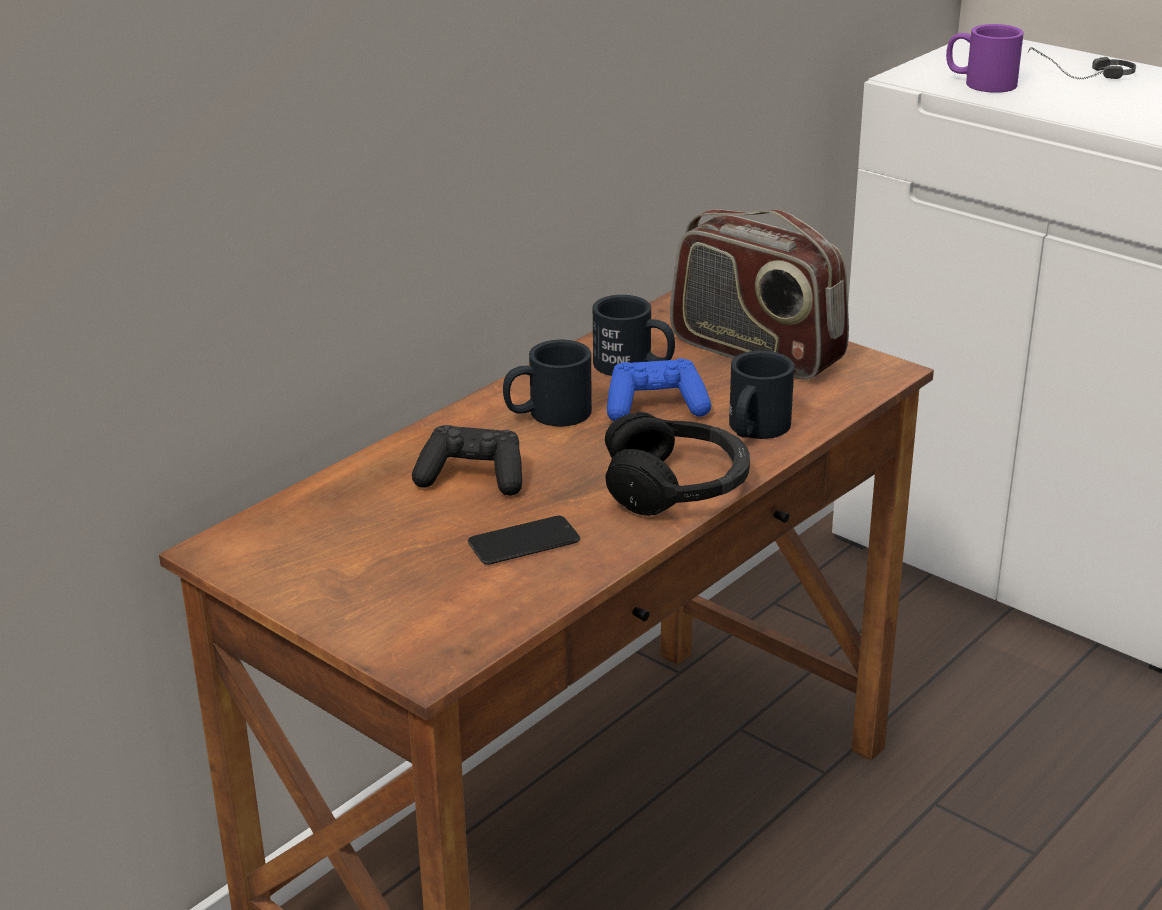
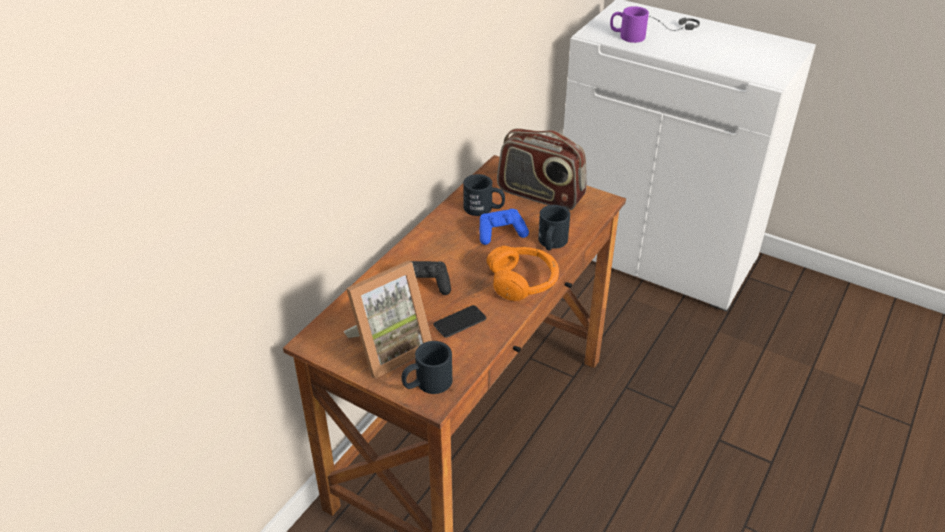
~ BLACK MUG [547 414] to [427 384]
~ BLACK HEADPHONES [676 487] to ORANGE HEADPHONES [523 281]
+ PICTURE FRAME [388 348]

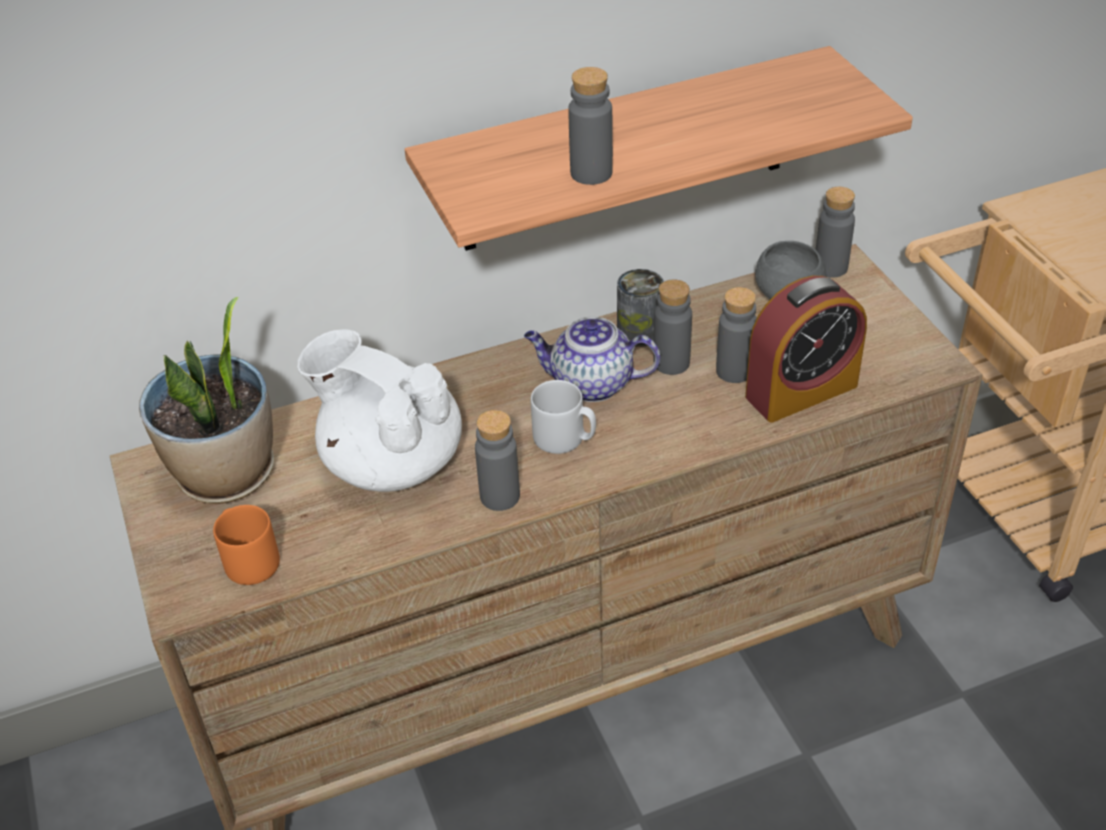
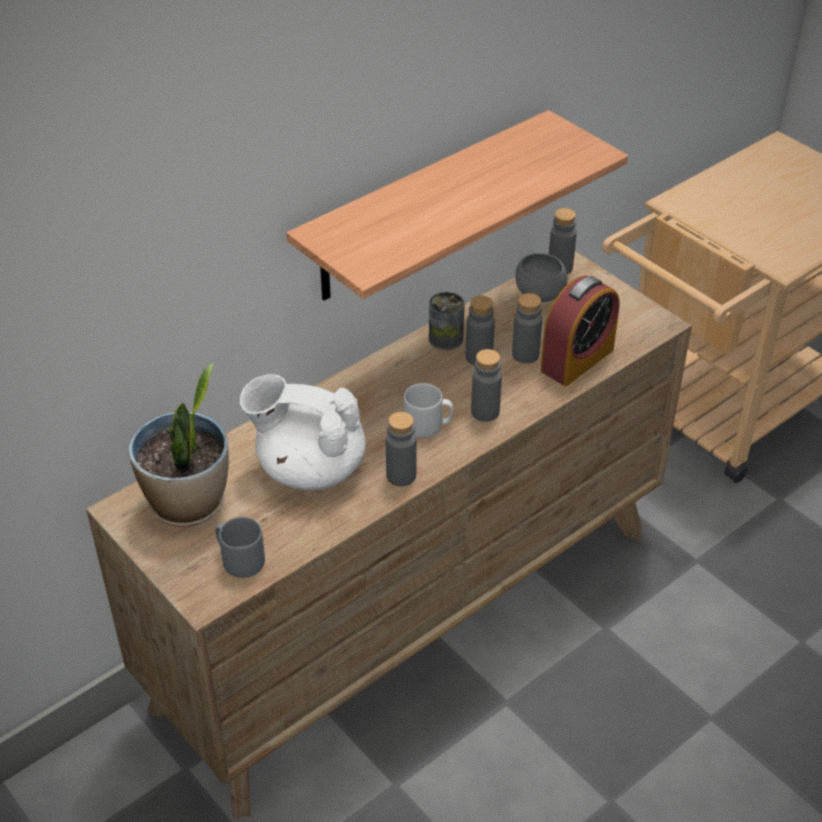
~ ORANGE MUG [249 560] to GREY MUG [239 559]
- TEAPOT [590 384]
~ GREY BOTTLE [591 173] to [485 412]

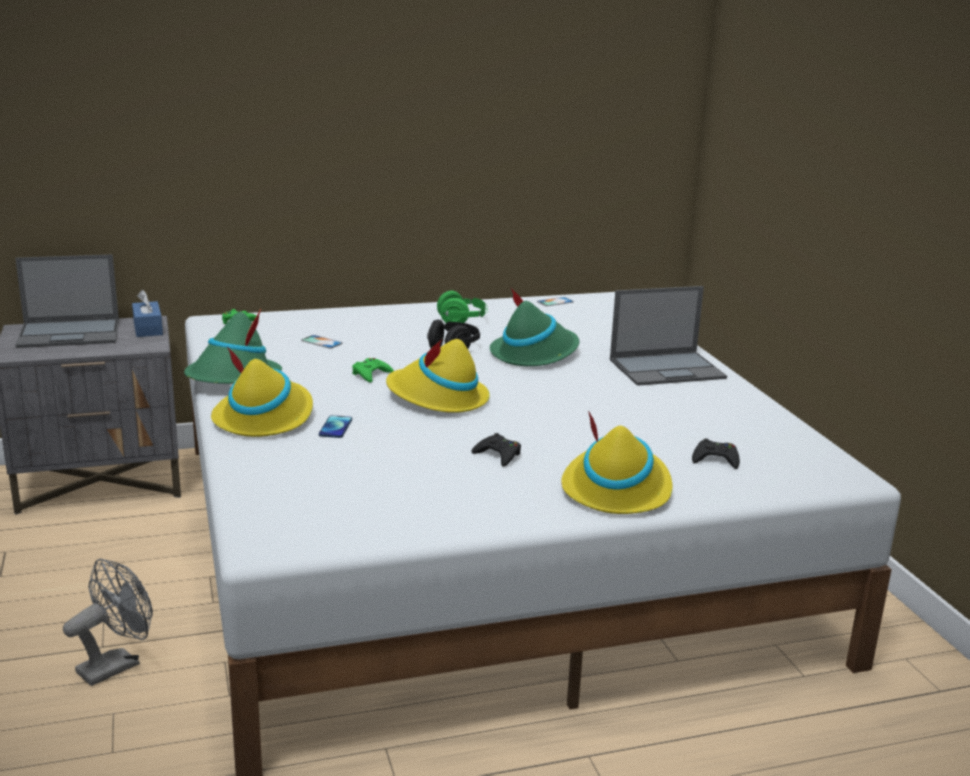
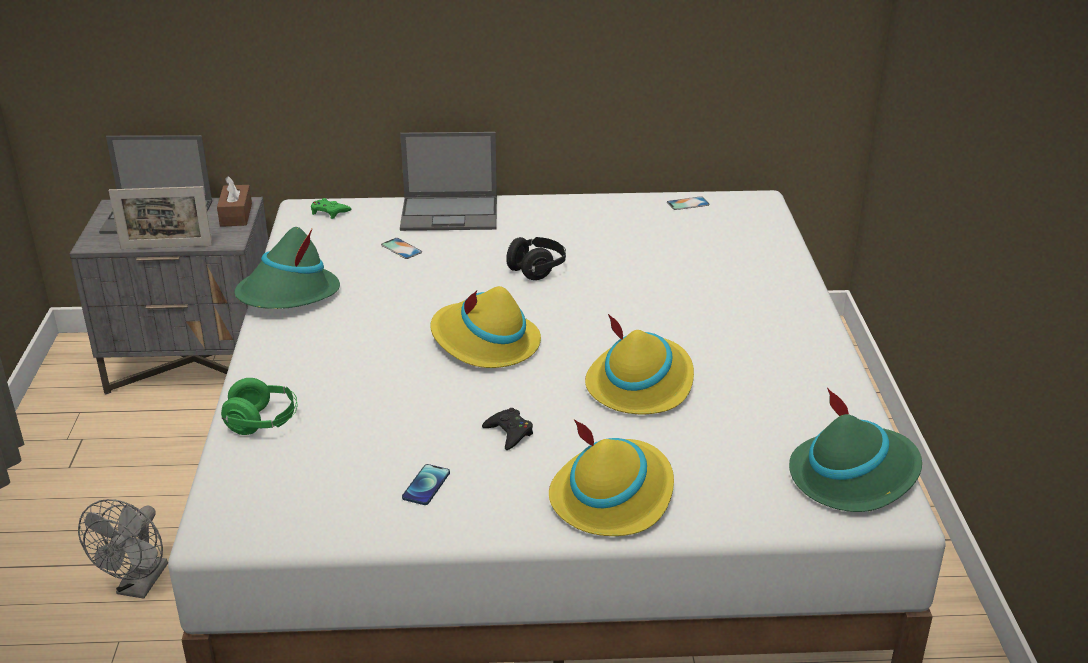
~ GREY FAN [116 664] = [139 586] 135 degrees clockwise
~ BLUE TISSUE BOX [148 328] to BROWN TISSUE BOX [236 215]
~ YELLOW HAT [264 417] to [640 384]
~ PHONE [335 427] to [426 485]
- GREEN GAME CONTROLLER [371 374]
~ GREEN HEADPHONES [462 321] to [263 423]
~ GREEN HAT [534 354] to [854 476]
~ LAPTOP [668 369] to [451 213]
- BLACK GAME CONTROLLER [715 459]
+ PICTURE FRAME [166 247]

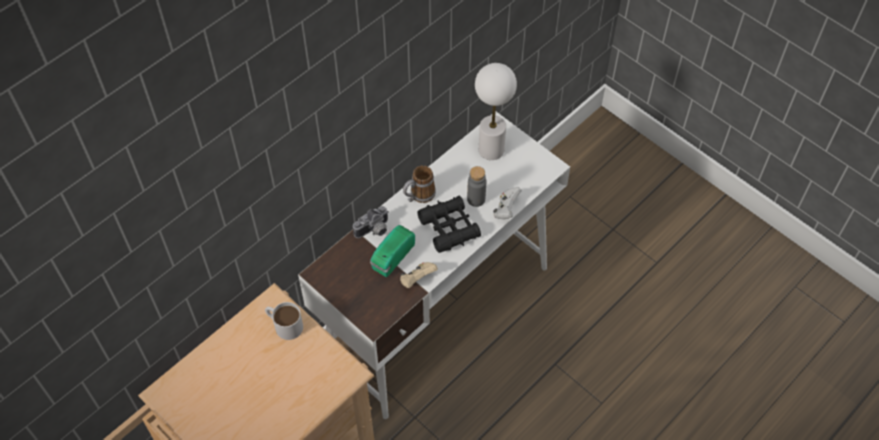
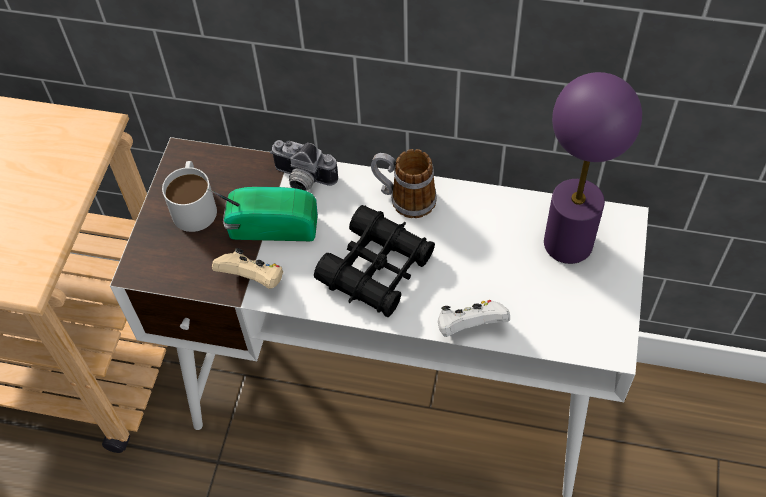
~ WHITE MUG [284 324] to [194 204]
- GREY BOTTLE [476 199]
~ WHITE TABLE LAMP [491 149] to PURPLE TABLE LAMP [569 243]

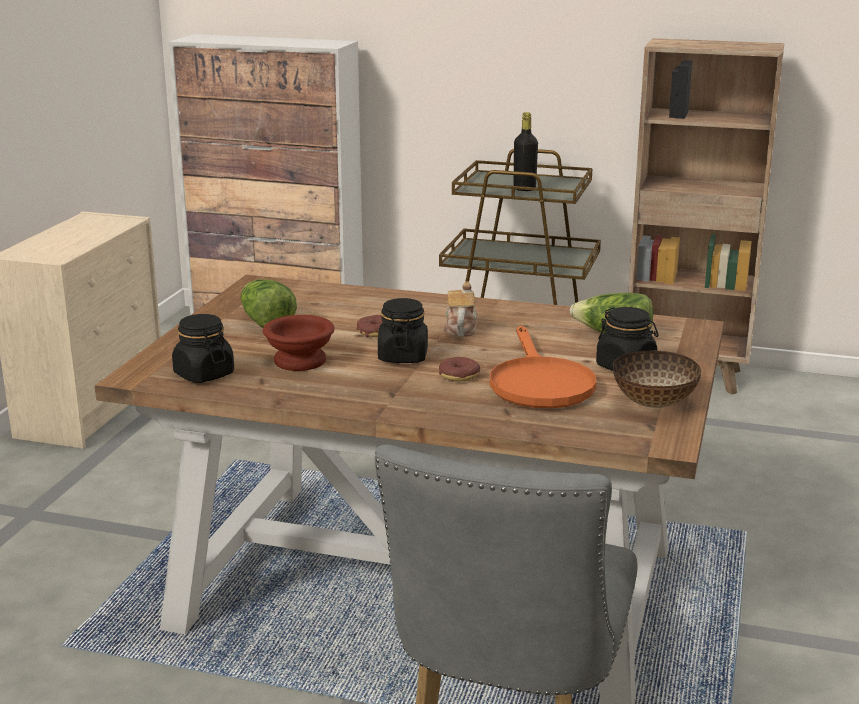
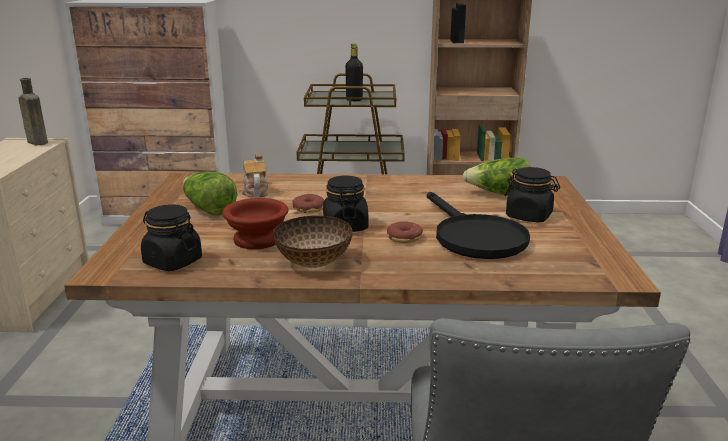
~ TEAPOT [460 329] to [255 191]
~ ORANGE FRYING PAN [538 383] to BLACK FRYING PAN [473 237]
~ BOWL [652 404] to [312 264]
+ BROWN BOTTLE [36 142]

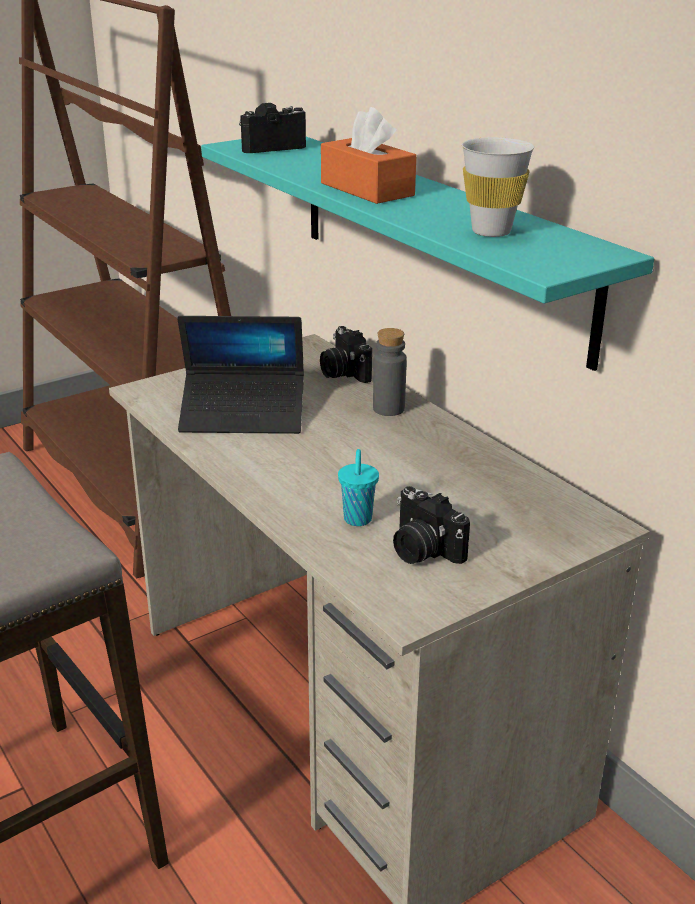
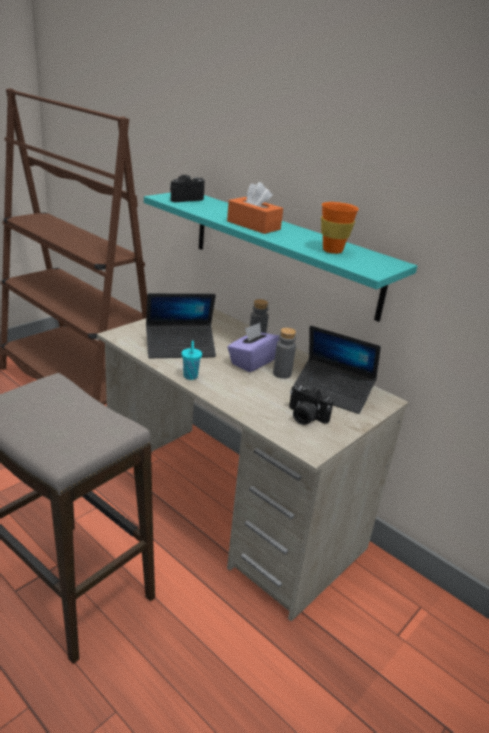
- PHOTO CAMERA [343 372]
~ TURQUOISE CUP [357 520] to [190 377]
~ WHITE CUP [491 231] to ORANGE CUP [332 250]
+ PURPLE TISSUE BOX [252 362]
+ GREY BOTTLE [282 374]
+ LAPTOP [332 392]

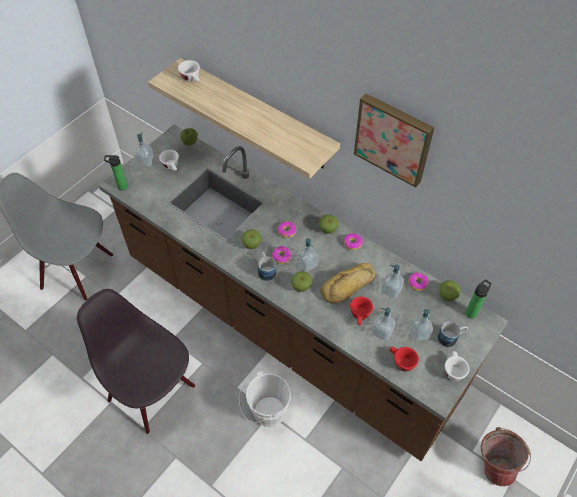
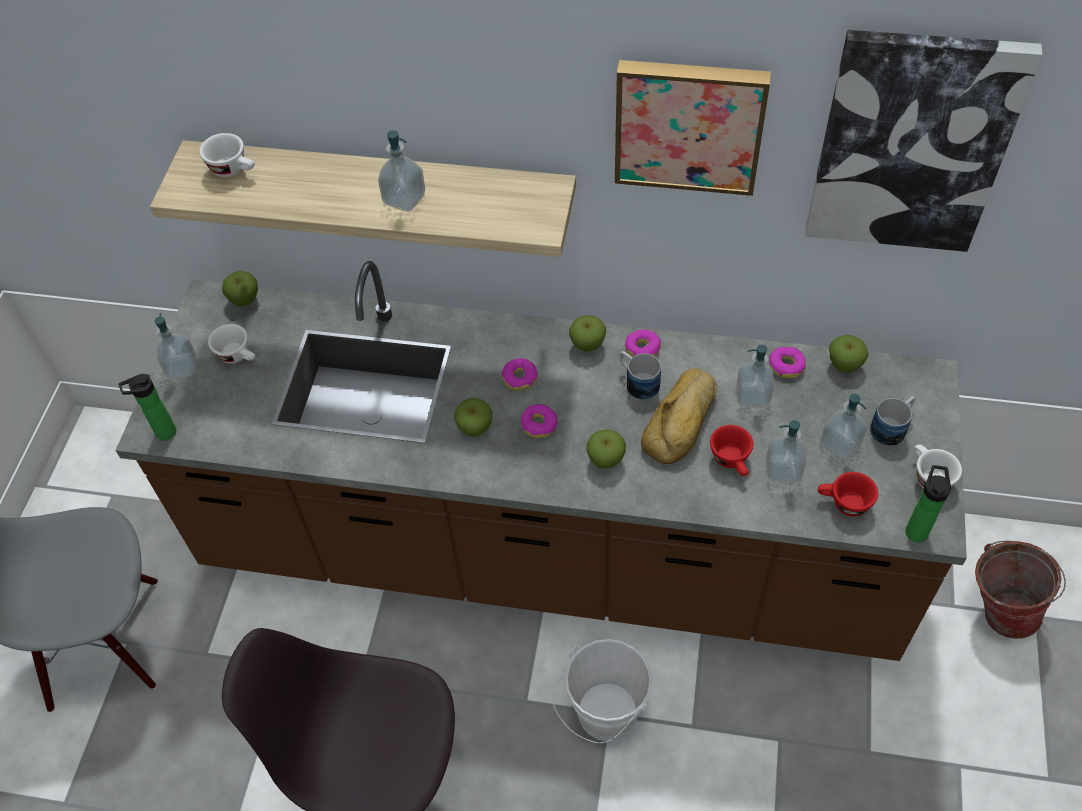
~ MUG [266 270] to [637 382]
~ SOAP DISPENSER [307 264] to [404 199]
~ BOTTLE [472 312] to [916 529]
+ PICTURE [911 143]

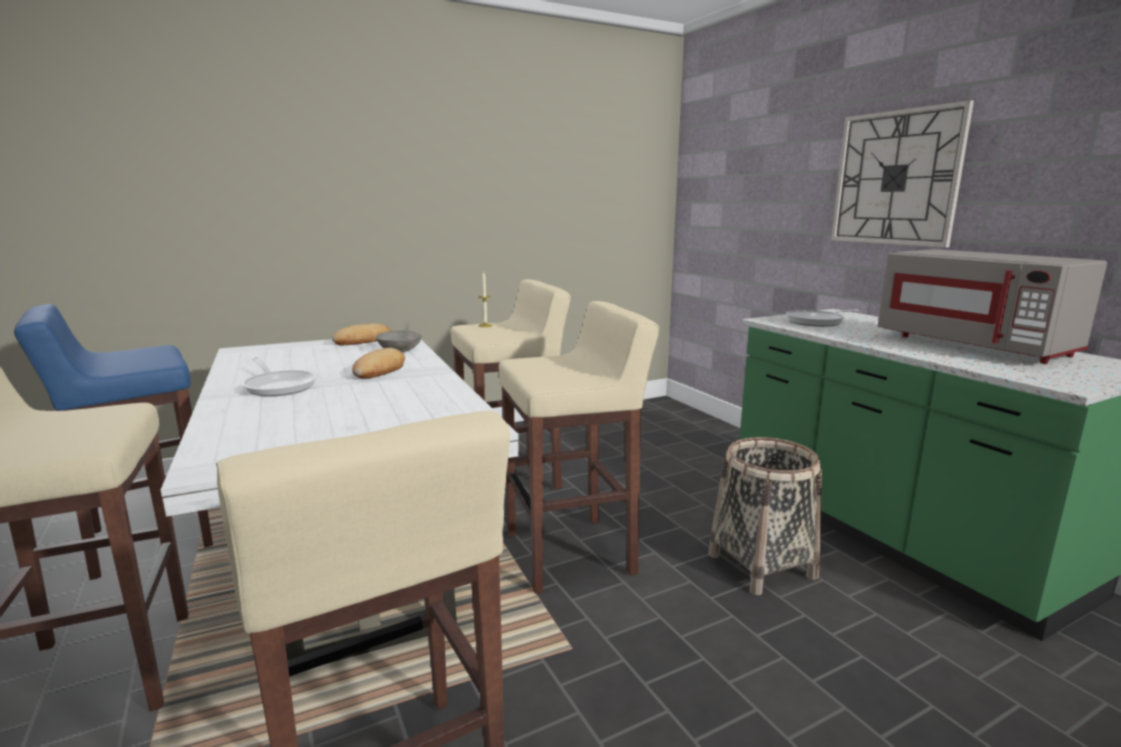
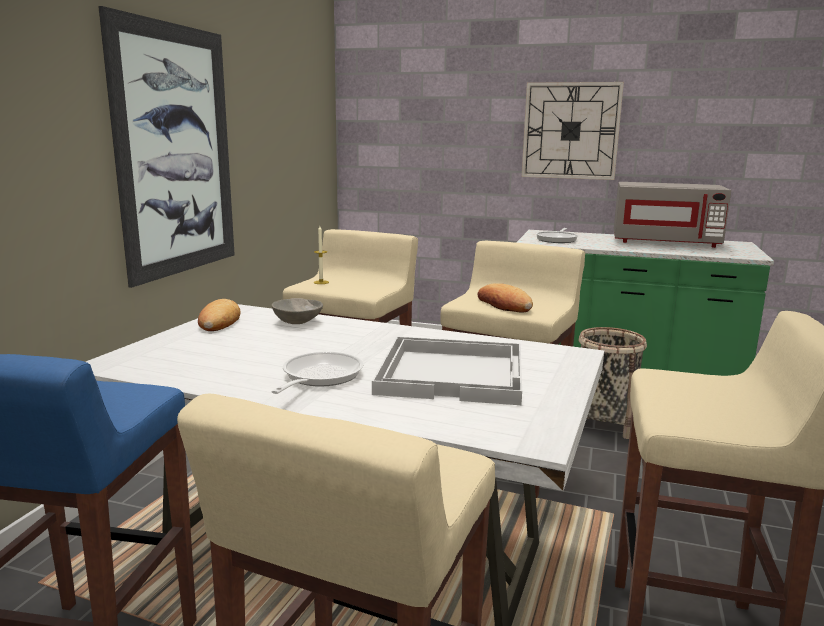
~ FRYING PAN [279 386] = [318 377] 75 degrees counterclockwise
~ BREAD [380 370] to [504 305]
+ PICTURE [176 151]
+ WHITE TRAY [453 373]

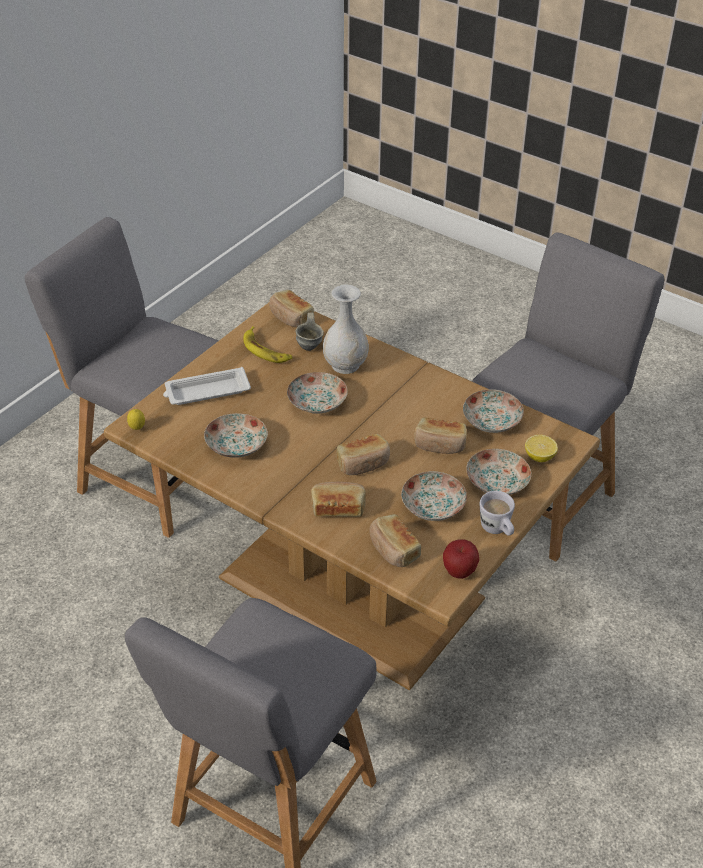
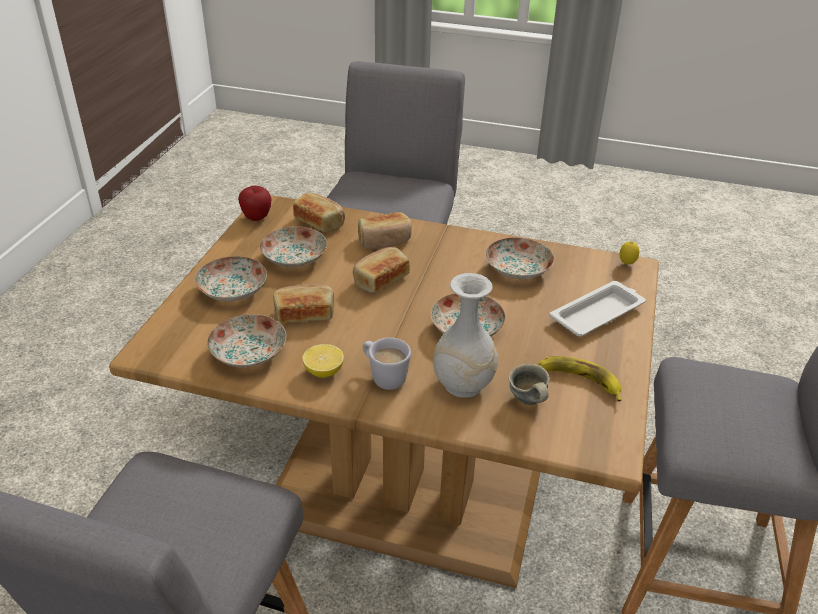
- BREAD [290 317]
~ WHITE MUG [497 530] to [384 377]
~ LEMON [539 456] to [324 372]

